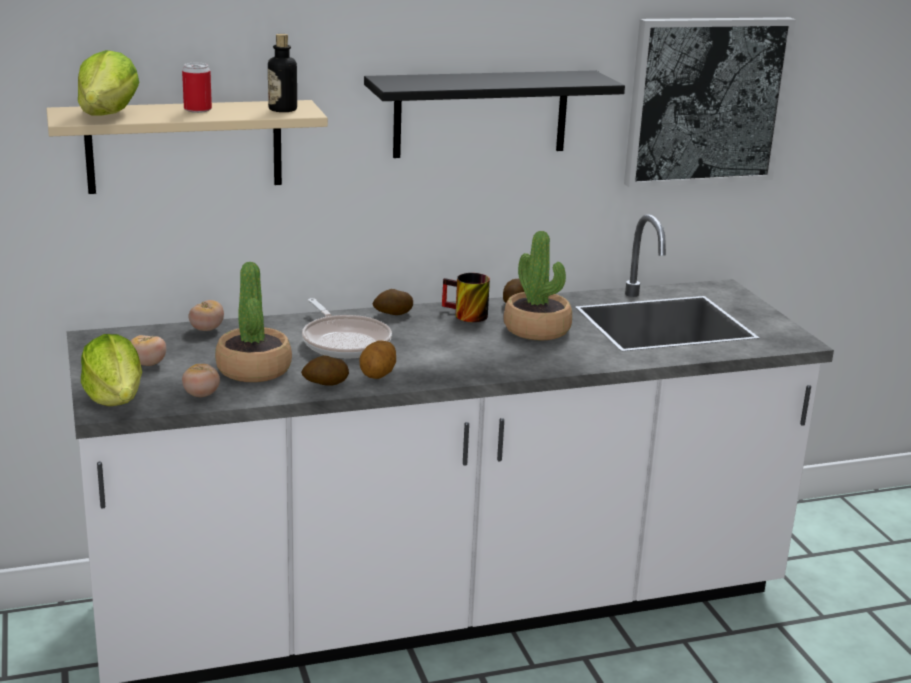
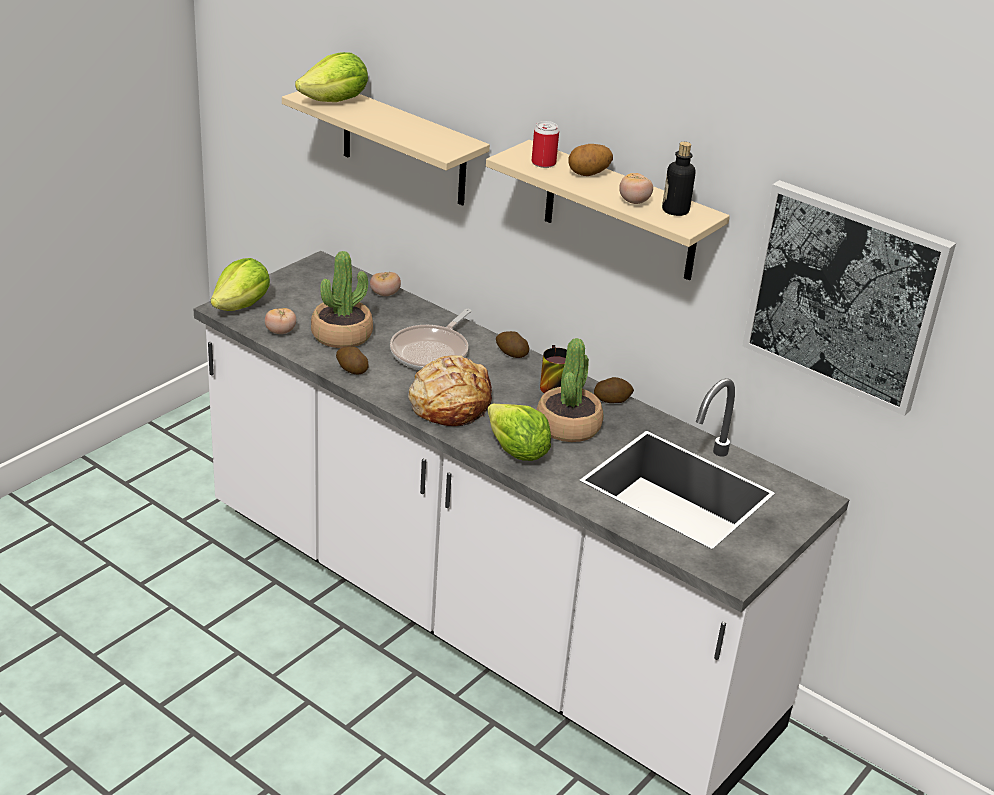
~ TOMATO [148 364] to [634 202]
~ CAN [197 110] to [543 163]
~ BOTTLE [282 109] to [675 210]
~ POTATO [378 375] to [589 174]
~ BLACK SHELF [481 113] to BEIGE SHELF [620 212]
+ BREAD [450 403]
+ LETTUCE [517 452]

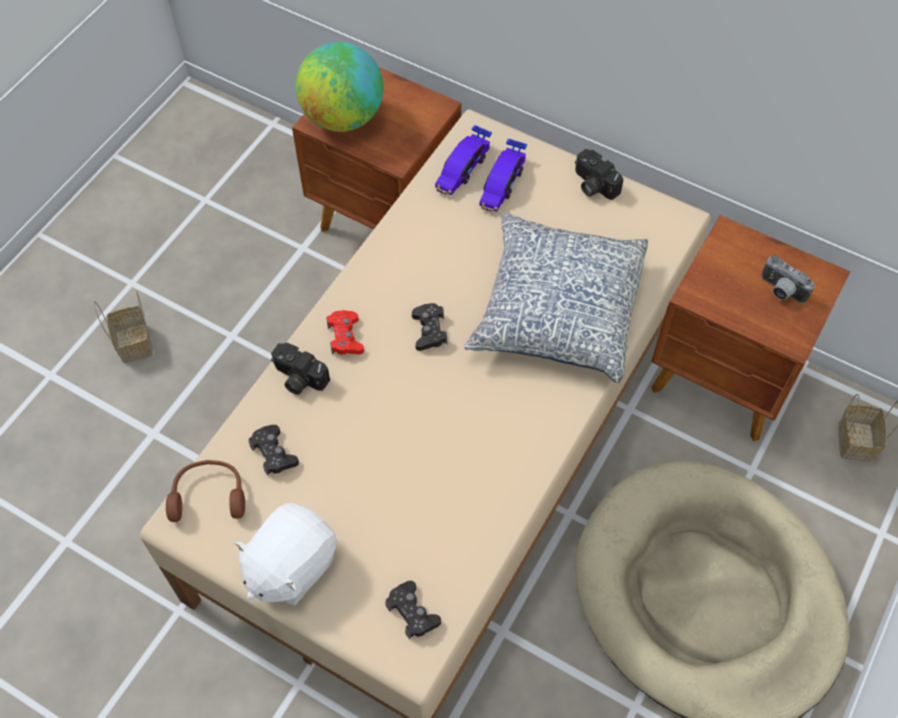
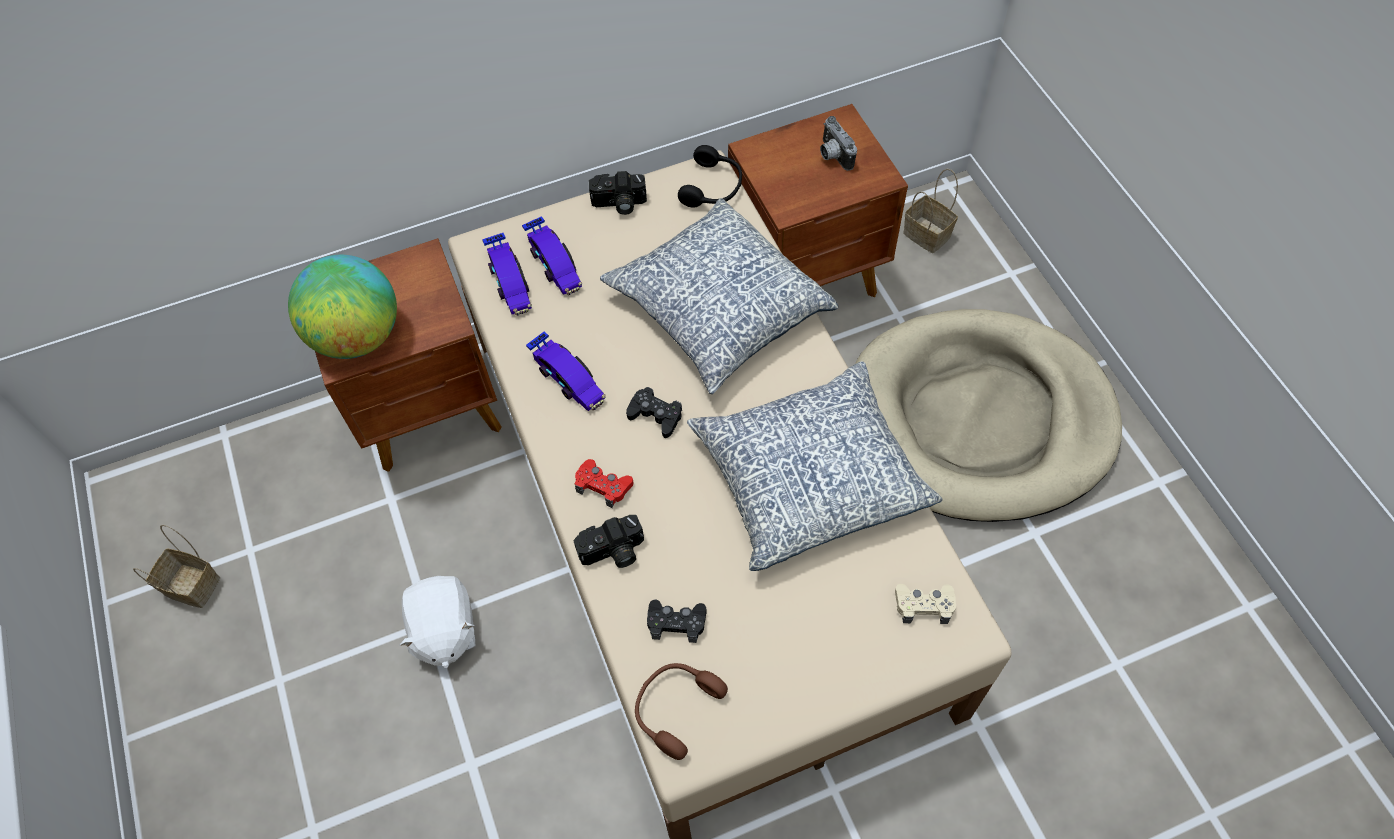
~ BASKET [135 344] to [194 585]
~ WHITE PLUSH TOY [290 566] to [444 631]
~ BLACK GAME CONTROLLER [412 612] to BEIGE GAME CONTROLLER [924 605]
~ PHOTO CAMERA [780 291] = [832 155] 75 degrees clockwise
+ TOY CAR [568 379]
+ BLACK HEADPHONES [713 187]
+ PILLOW [810 476]

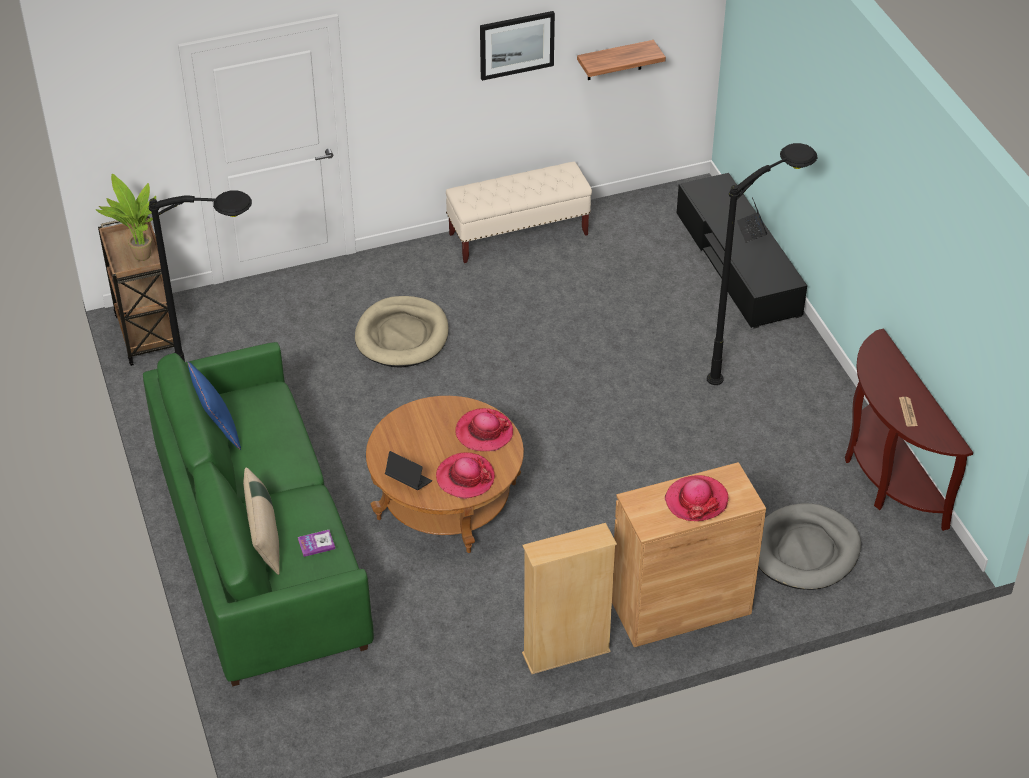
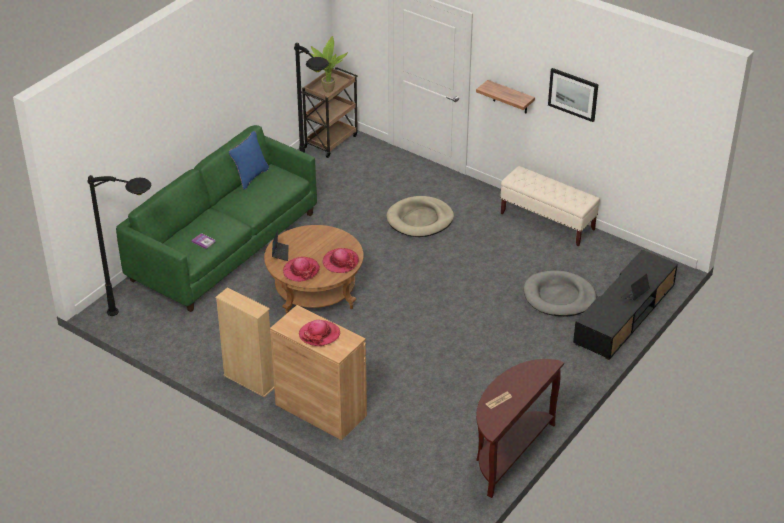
- BEIGE PILLOW [264 537]
~ SHELF [614 60] to [510 97]
~ BLACK FLOOR LAMP [756 359] to [144 321]
~ GREY DOG BED [805 550] to [559 297]

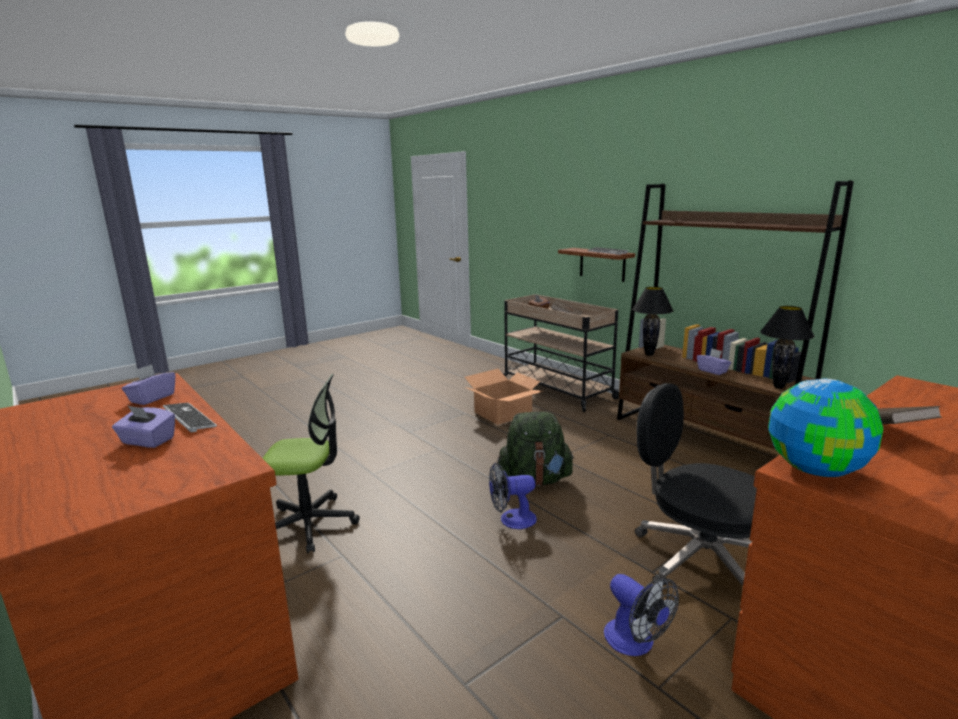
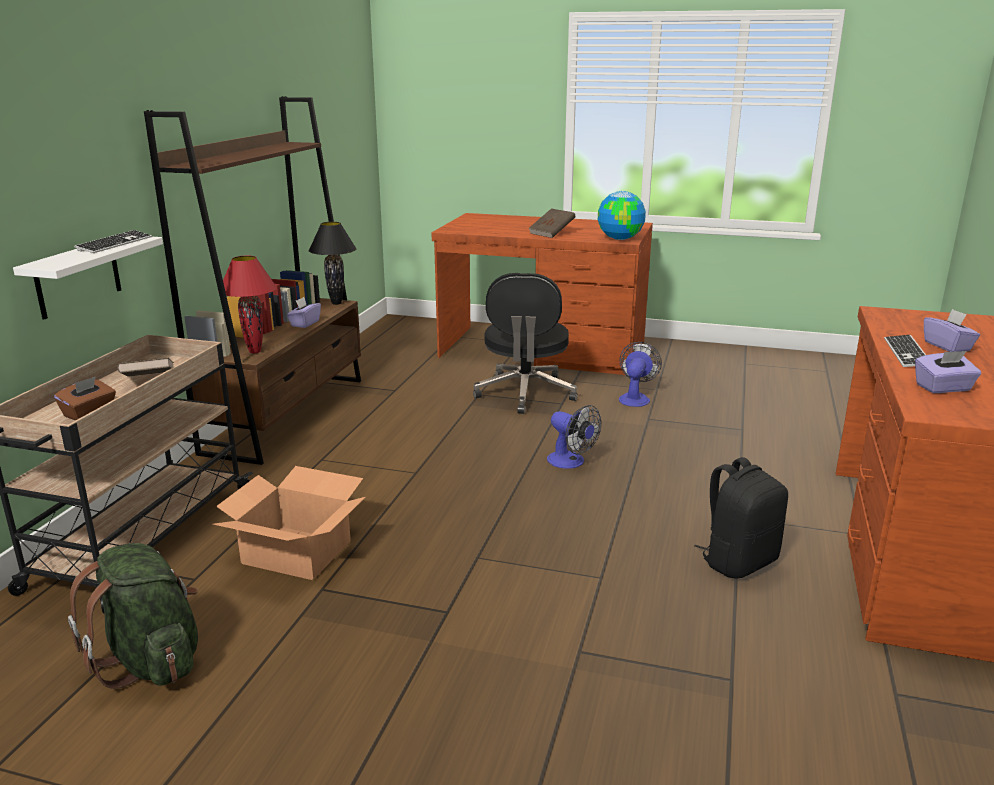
~ OFFICE CHAIR [310 524] to BLACK BACKPACK [738 561]
~ GREEN BACKPACK [534 480] to [151 661]
~ BROWN SHELF [602 264] to WHITE SHELF [78 277]
~ BLACK TABLE LAMP [649 354] to RED TABLE LAMP [254 352]

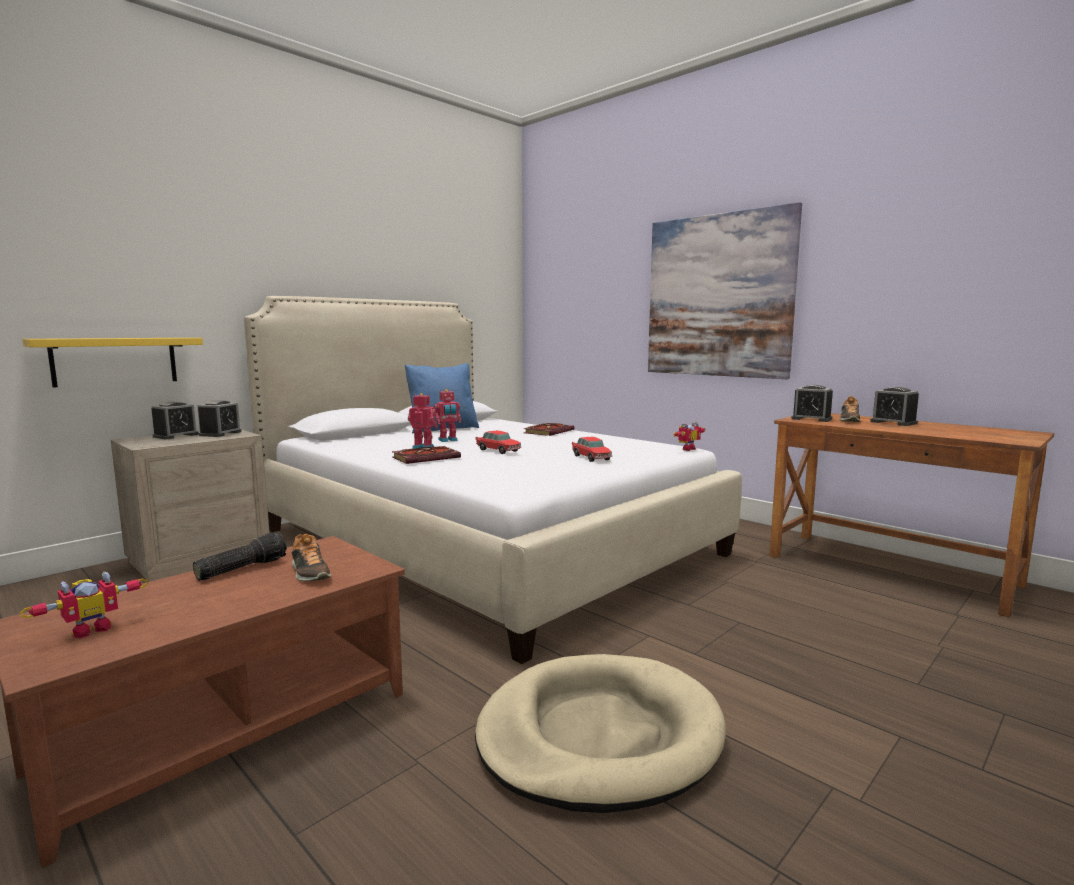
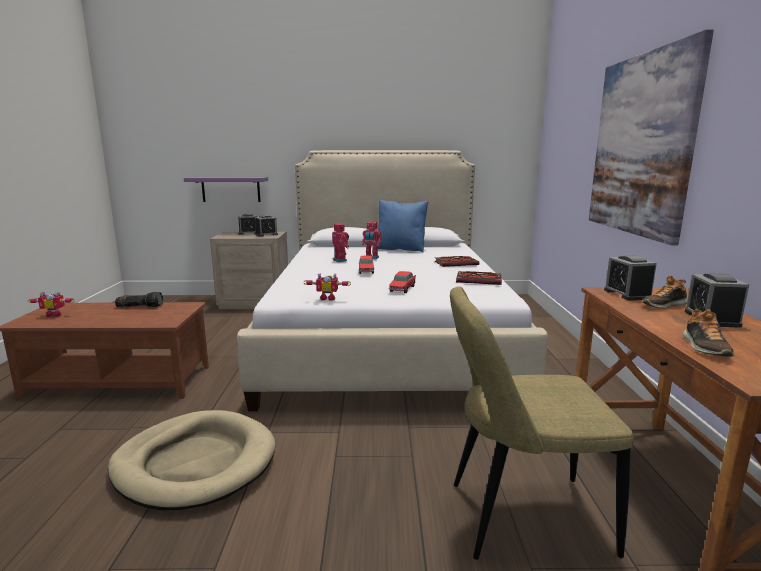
~ YELLOW SHELF [115 361] to PURPLE SHELF [231 189]
~ SHOE [309 573] to [704 347]
~ BOOK [427 457] to [480 280]
~ TOY ROBOT [686 449] to [328 298]
+ BEIGE CHAIR [520 517]

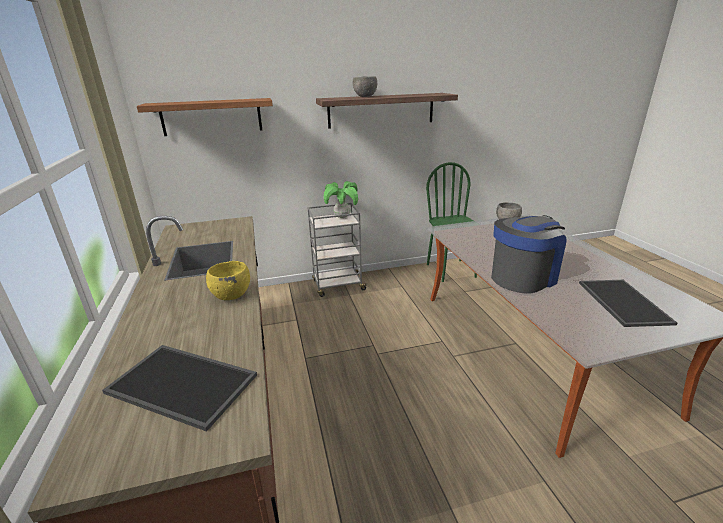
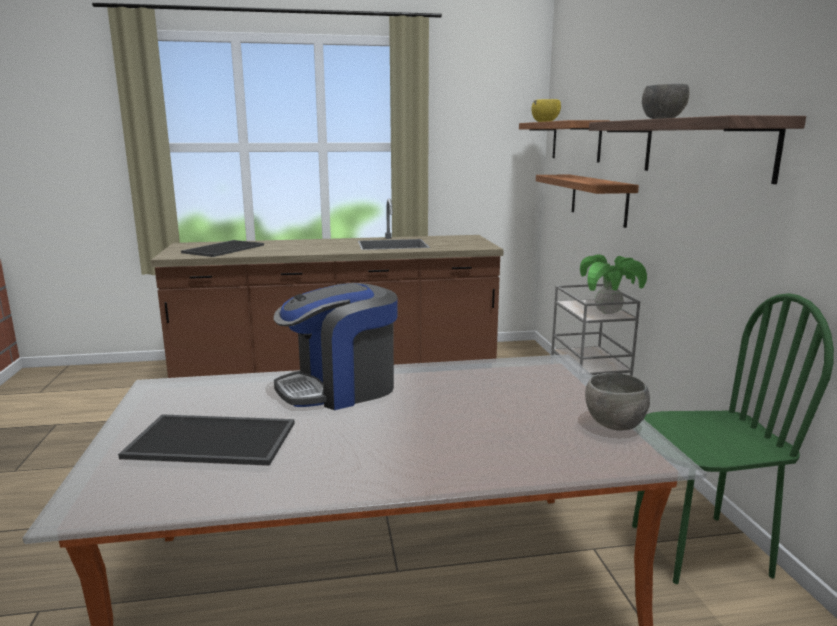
~ YELLOW BOWL [231 296] to [545 122]
~ COFFEE MACHINE [523 277] = [340 388] 90 degrees clockwise
+ SHELF [598 199]

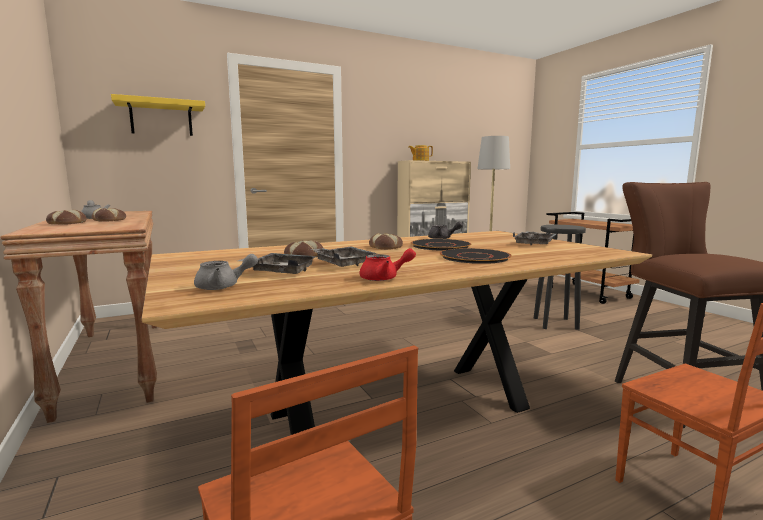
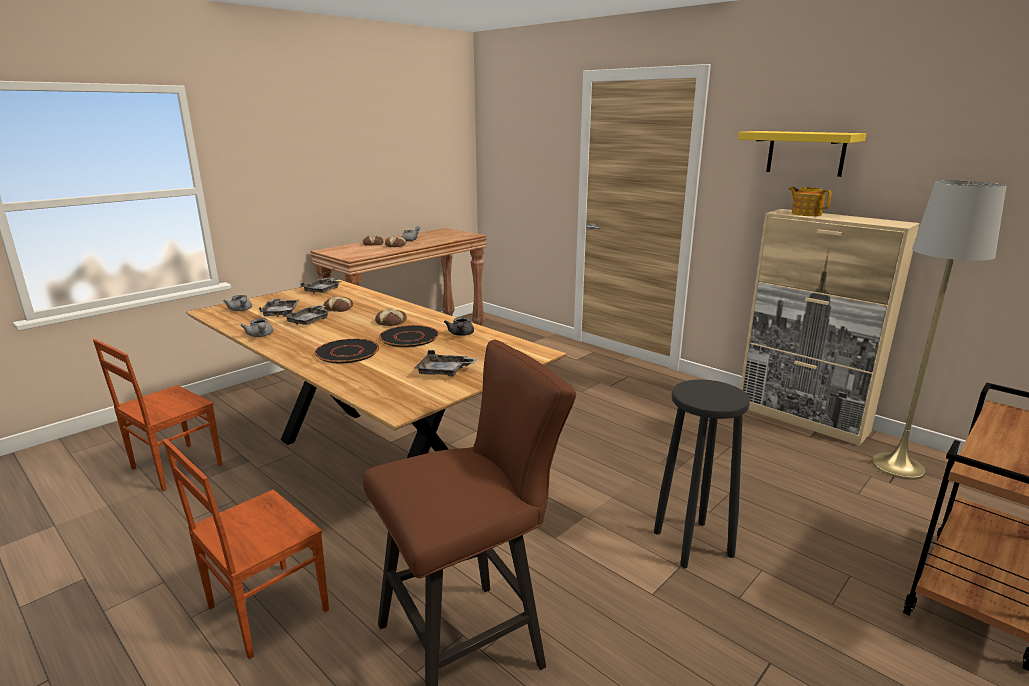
~ YELLOW SHELF [161 119] to [805 153]
~ RED TEAPOT [384 278] to GREY TEAPOT [260 336]
+ GREY TRAY [323 290]

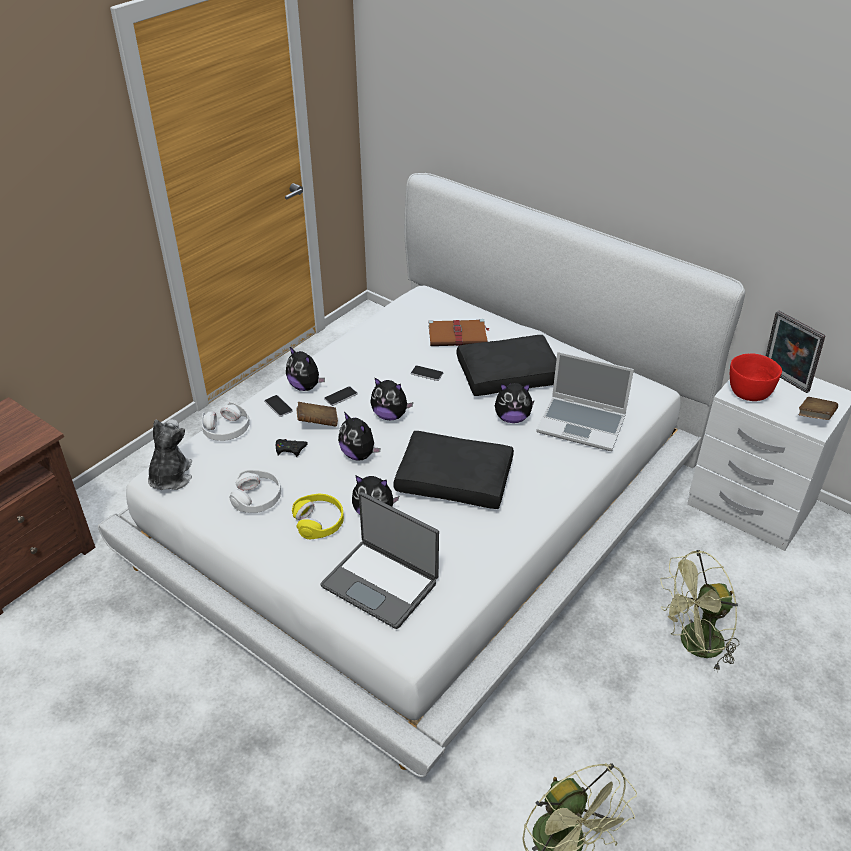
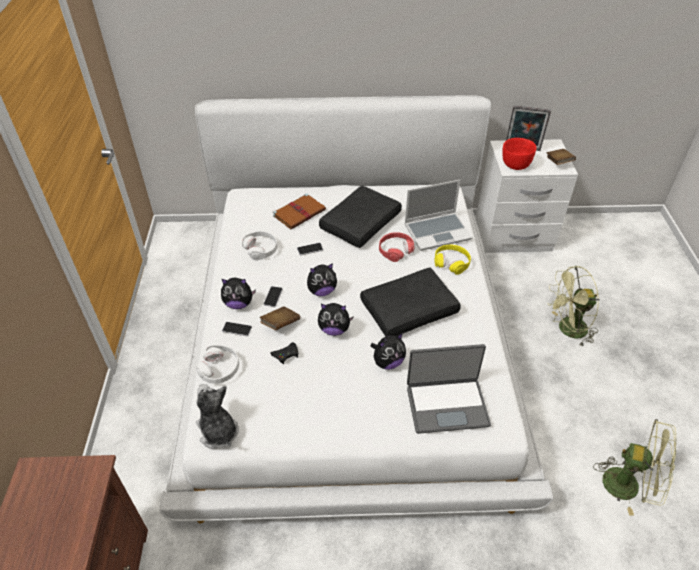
~ WHITE HEADPHONES [257 497] to [261 249]
~ YELLOW HEADPHONES [319 521] to [451 262]
~ PLUSH TOY [512 418] to RED HEADPHONES [395 250]
~ GREEN FAN [693 645] = [567 330] 45 degrees clockwise

